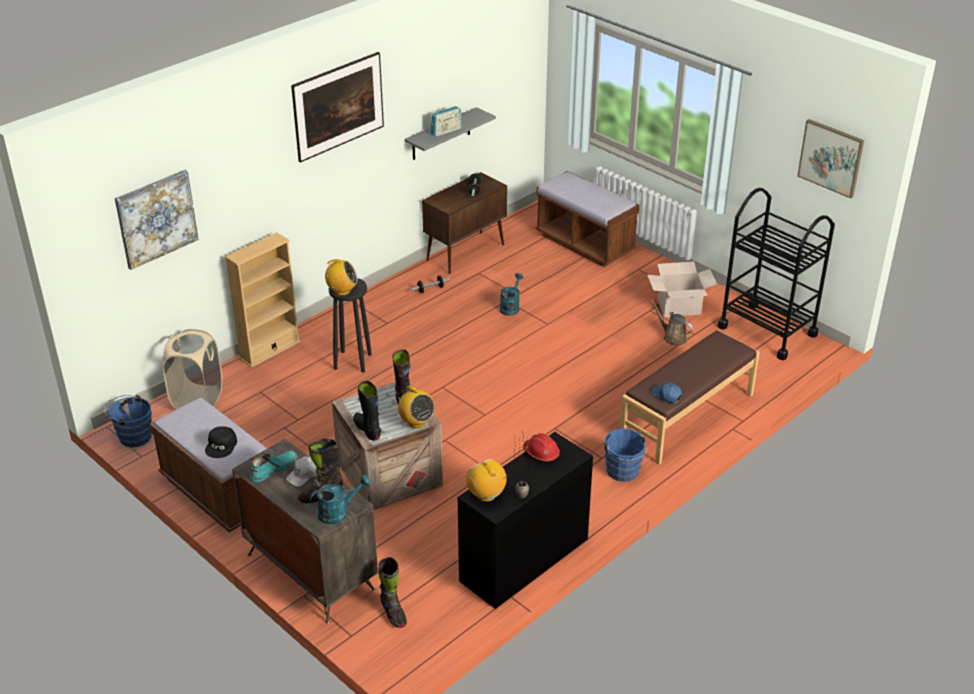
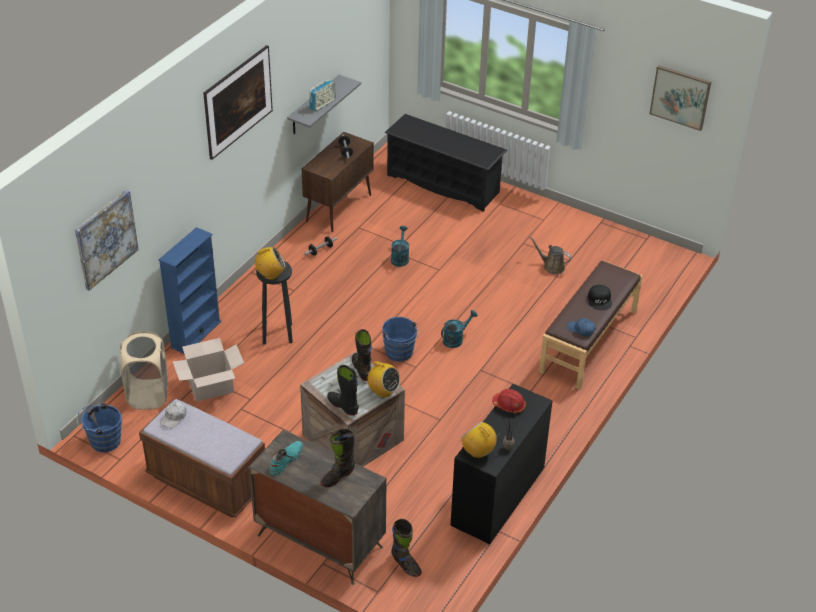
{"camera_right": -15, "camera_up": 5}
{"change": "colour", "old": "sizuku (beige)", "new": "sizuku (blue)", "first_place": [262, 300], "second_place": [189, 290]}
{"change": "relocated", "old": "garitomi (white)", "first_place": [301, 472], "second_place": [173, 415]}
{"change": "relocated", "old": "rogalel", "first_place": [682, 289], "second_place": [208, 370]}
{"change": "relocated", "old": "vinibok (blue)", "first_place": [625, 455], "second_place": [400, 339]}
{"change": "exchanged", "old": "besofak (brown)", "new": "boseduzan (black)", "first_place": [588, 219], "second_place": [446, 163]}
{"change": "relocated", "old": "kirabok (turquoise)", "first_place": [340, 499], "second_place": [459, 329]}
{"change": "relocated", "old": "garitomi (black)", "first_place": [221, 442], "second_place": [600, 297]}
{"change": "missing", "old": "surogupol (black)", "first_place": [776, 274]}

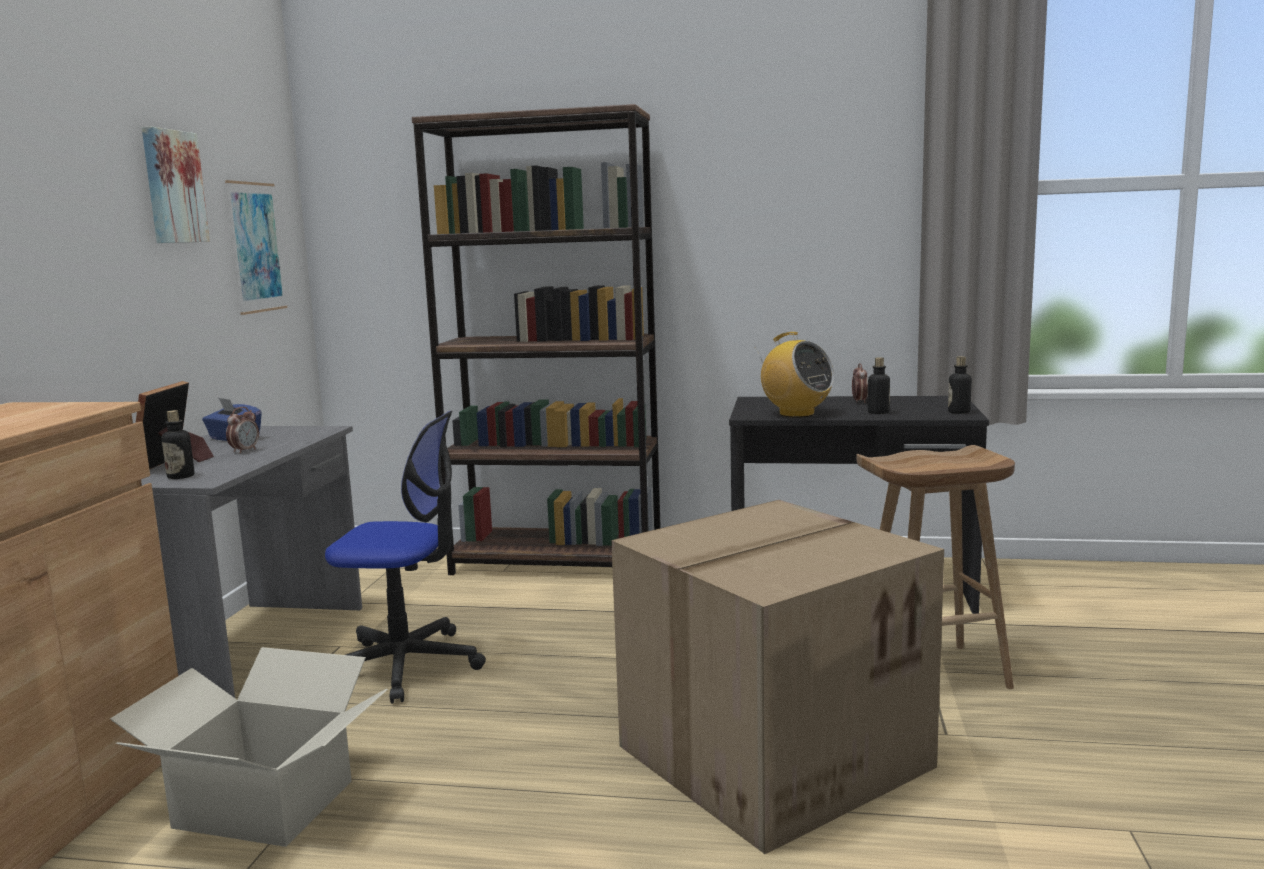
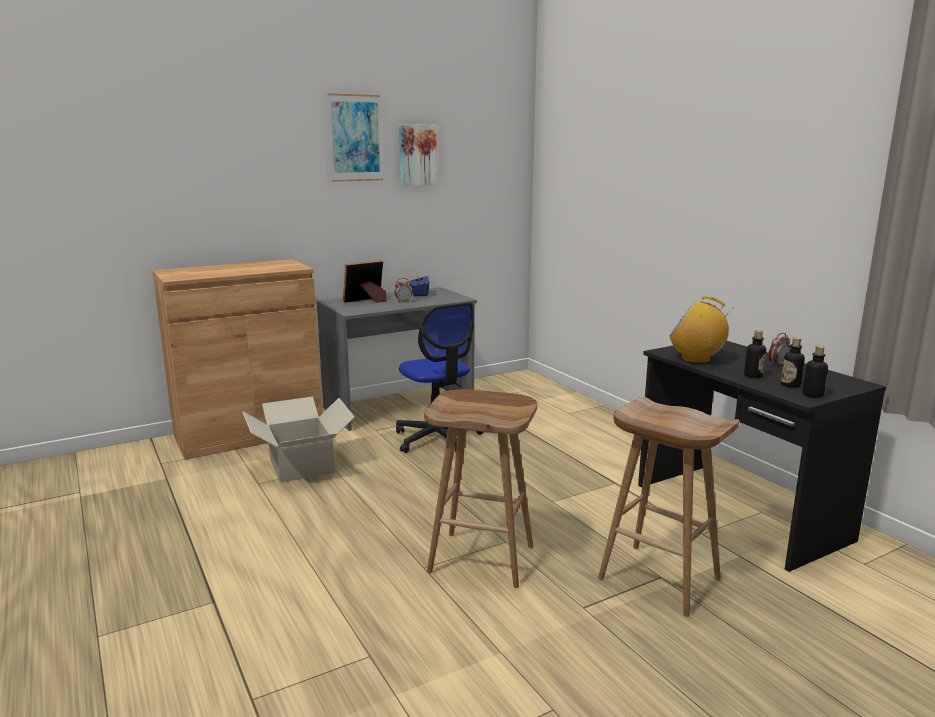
{"camera_right": 50, "camera_up": 5}
{"change": "relocated", "old": "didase", "first_place": [256, 247], "second_place": [355, 137]}
{"change": "exchanged", "old": "rogalel", "new": "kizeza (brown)", "first_place": [777, 677], "second_place": [480, 488]}
{"change": "spun", "old": "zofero", "first_place": [794, 375], "second_place": [699, 330], "degrees": 105}
{"change": "relocated", "old": "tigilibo", "first_place": [178, 444], "second_place": [793, 363]}
{"change": "missing", "old": "sizuku (brown)", "first_place": [536, 339]}

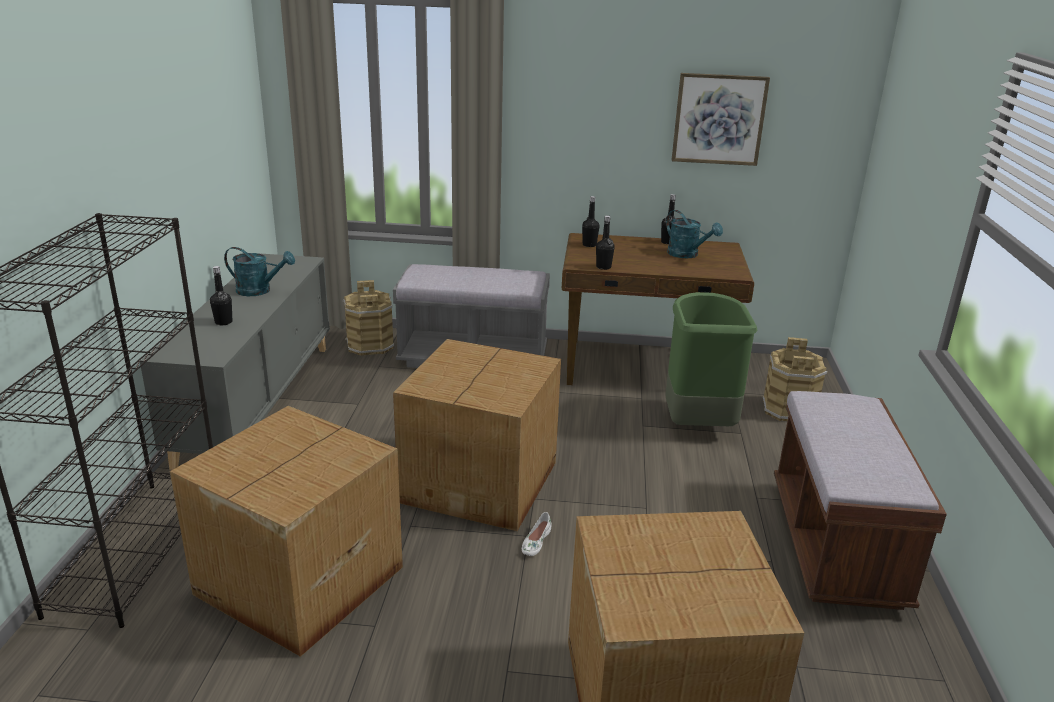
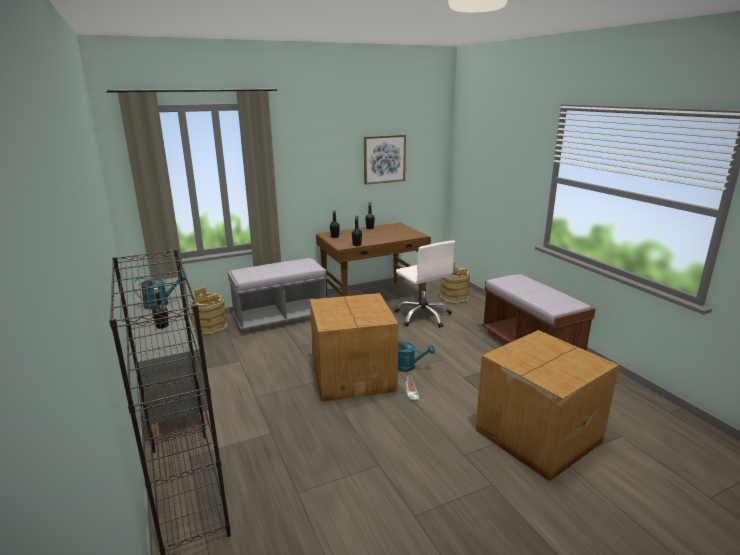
{"camera_right": -30, "camera_up": -5}
{"change": "exchanged", "old": "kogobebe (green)", "new": "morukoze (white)", "first_place": [712, 359], "second_place": [425, 284]}
{"change": "relocated", "old": "kirabok (turquoise)", "first_place": [694, 234], "second_place": [416, 356]}
{"change": "missing", "old": "rogalel", "first_place": [286, 531]}

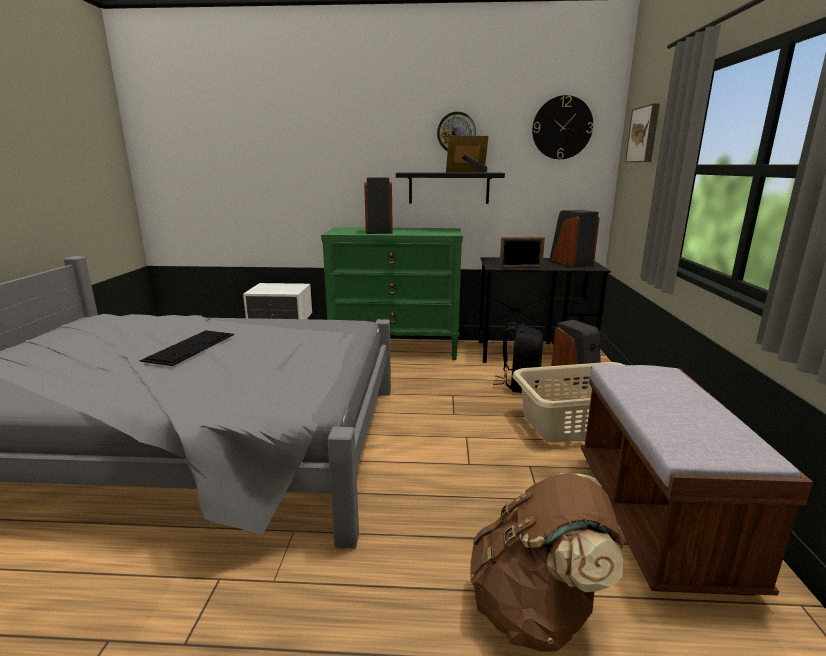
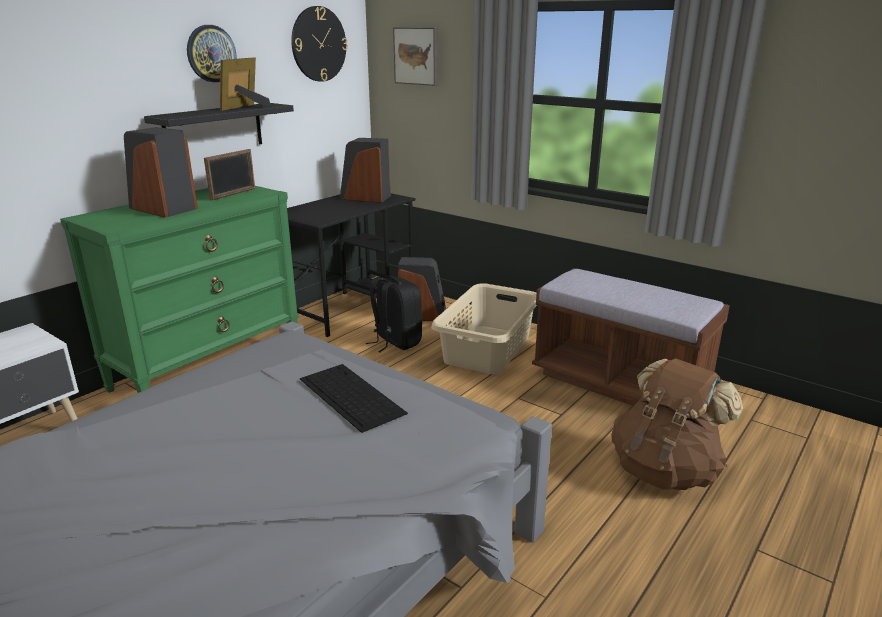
{"camera_right": -55, "camera_up": 5}
{"change": "relocated", "old": "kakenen", "first_place": [522, 252], "second_place": [229, 175]}
{"change": "relocated", "old": "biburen", "first_place": [187, 348], "second_place": [354, 398]}

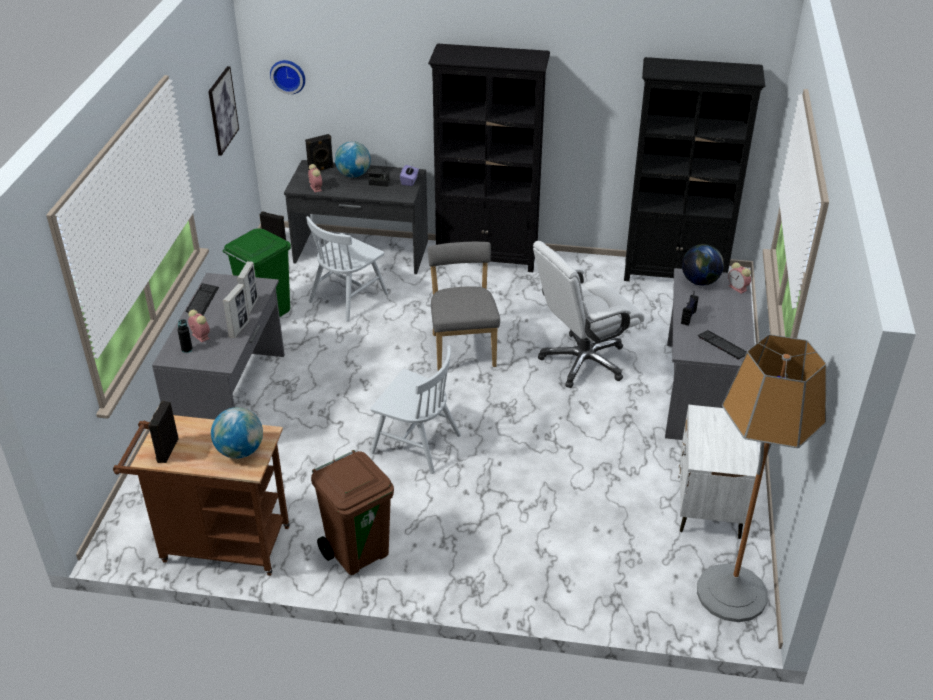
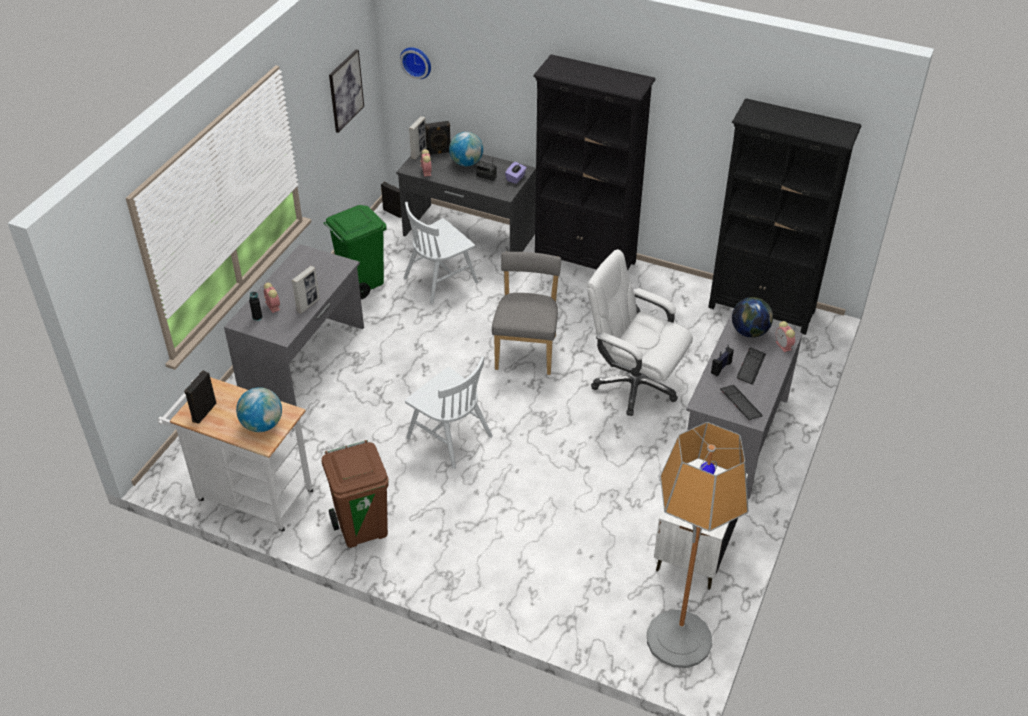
{"camera_right": 15, "camera_up": 5}
{"change": "colour", "old": "surogupol (brown)", "new": "surogupol (white)", "first_place": [201, 495], "second_place": [236, 455]}
{"change": "relocated", "old": "kakenen", "first_place": [248, 287], "second_place": [417, 137]}
{"change": "spun", "old": "morukoze (white)", "first_place": [589, 314], "second_place": [640, 332], "degrees": 45}
{"change": "relocated", "old": "biburen", "first_place": [202, 299], "second_place": [751, 366]}

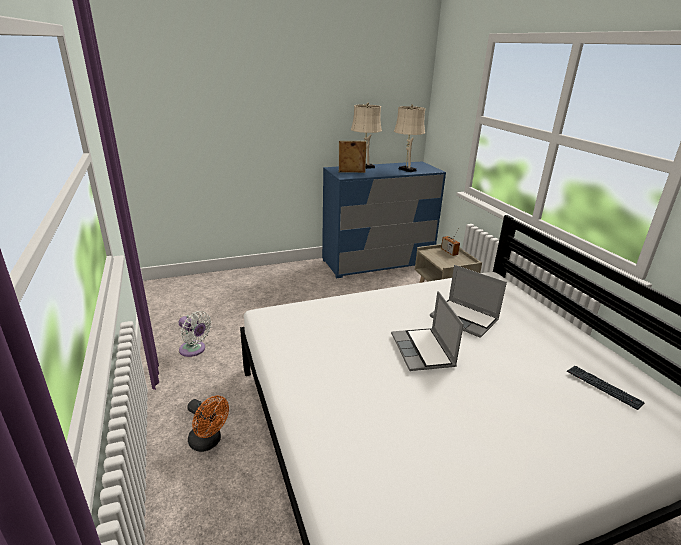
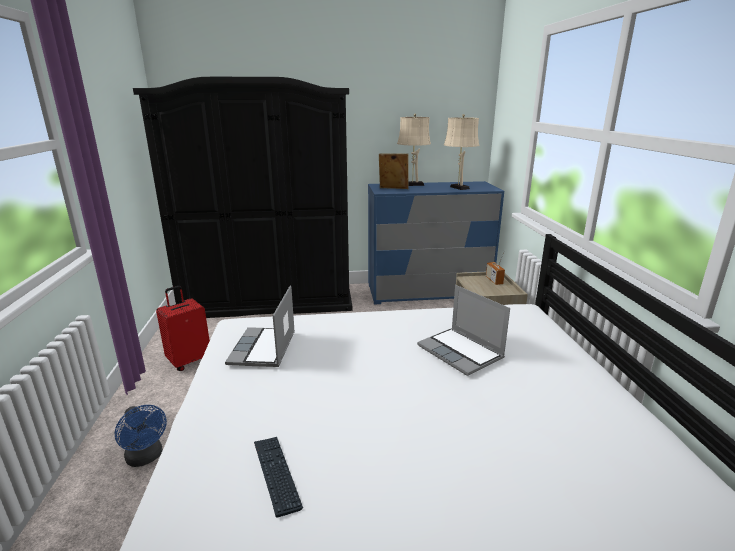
{"camera_right": 15, "camera_up": -5}
{"change": "colour", "old": "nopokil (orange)", "new": "nopokil (blue)", "first_place": [208, 424], "second_place": [141, 436]}
{"change": "appeared", "new": "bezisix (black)", "second_place": [242, 197]}
{"change": "exchanged", "old": "nopokil (white)", "new": "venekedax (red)", "first_place": [195, 334], "second_place": [183, 328]}
{"change": "relocated", "old": "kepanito", "first_place": [427, 331], "second_place": [260, 326]}
{"change": "relocated", "old": "biburen", "first_place": [606, 388], "second_place": [278, 477]}

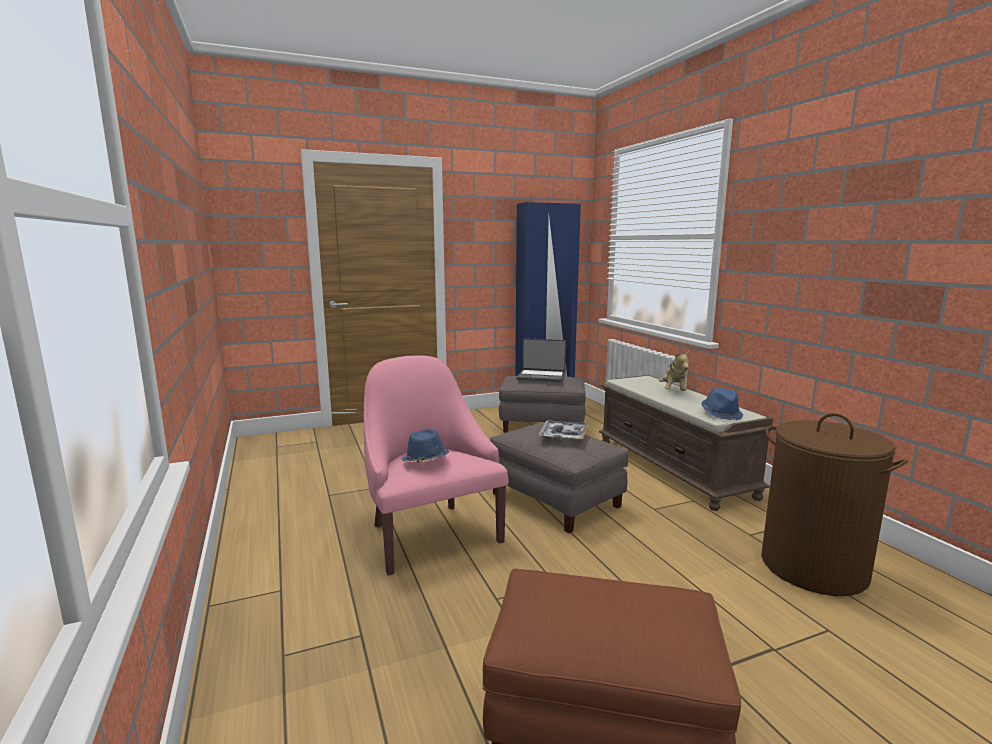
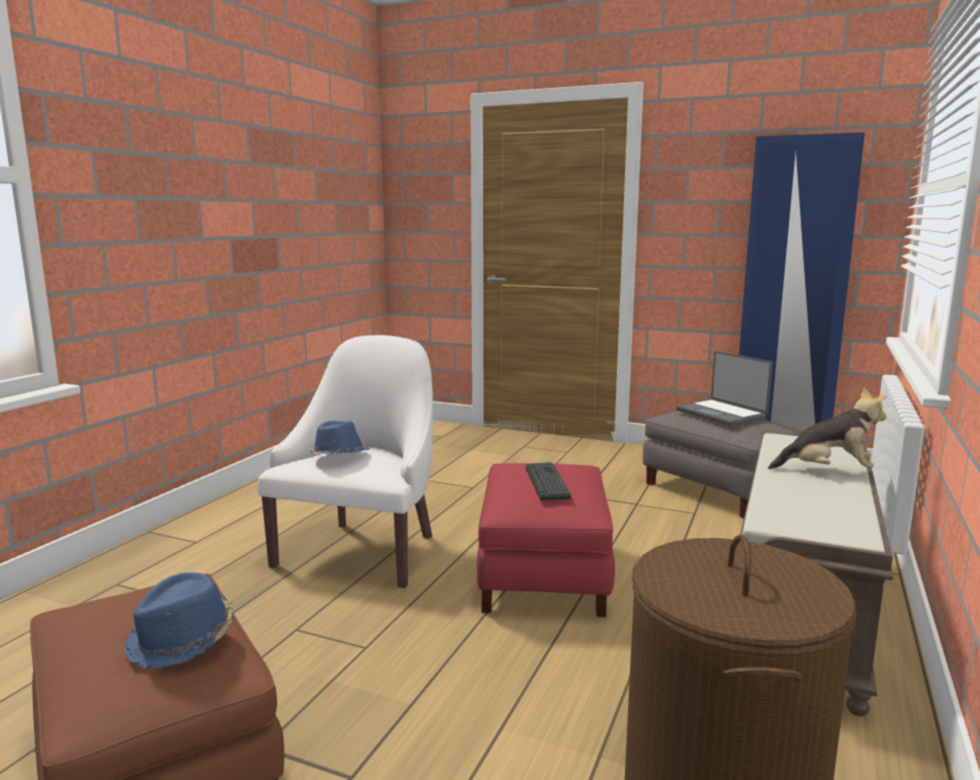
{"camera_right": 45, "camera_up": 0}
{"change": "relocated", "old": "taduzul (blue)", "first_place": [722, 403], "second_place": [178, 620]}
{"change": "colour", "old": "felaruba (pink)", "new": "felaruba (white)", "first_place": [436, 465], "second_place": [345, 461]}
{"change": "colour", "old": "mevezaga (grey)", "new": "mevezaga (red)", "first_place": [559, 477], "second_place": [546, 540]}
{"change": "exchanged", "old": "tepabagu", "new": "biburen", "first_place": [563, 430], "second_place": [548, 481]}
{"change": "spun", "old": "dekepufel", "first_place": [674, 371], "second_place": [827, 428], "degrees": -135}

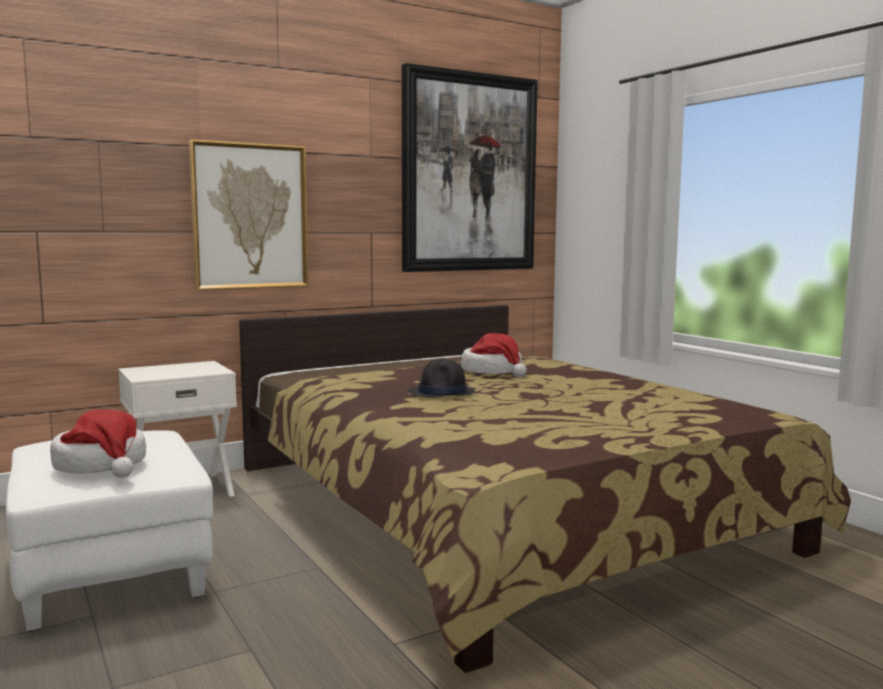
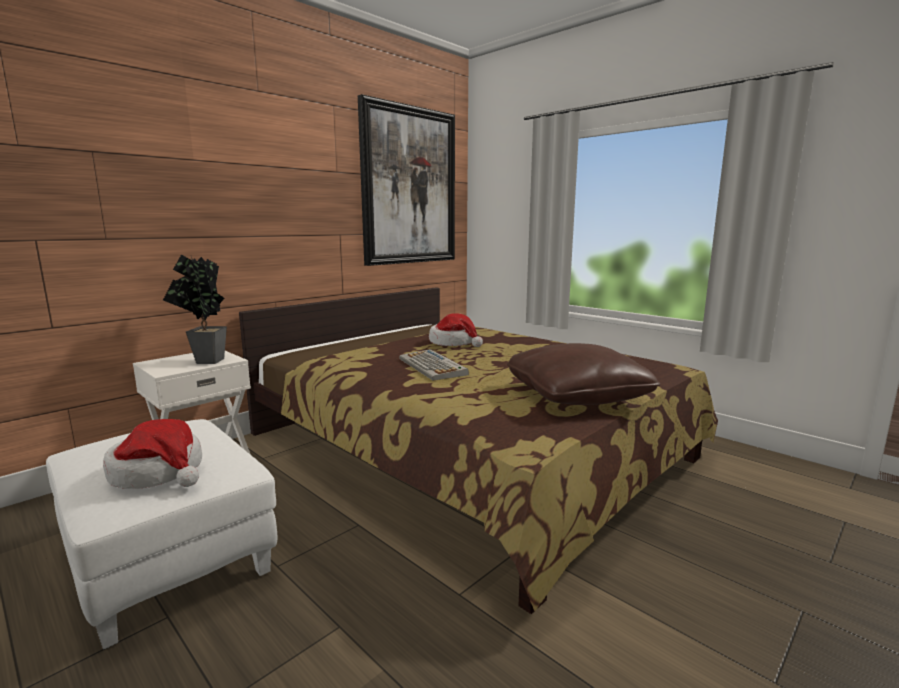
{"camera_right": -15, "camera_up": 5}
{"change": "appeared", "new": "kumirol", "second_place": [195, 309]}
{"change": "exchanged", "old": "taduzul (black)", "new": "biburen", "first_place": [441, 378], "second_place": [434, 364]}
{"change": "appeared", "new": "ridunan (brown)", "second_place": [584, 374]}
{"change": "missing", "old": "didase", "first_place": [249, 215]}

